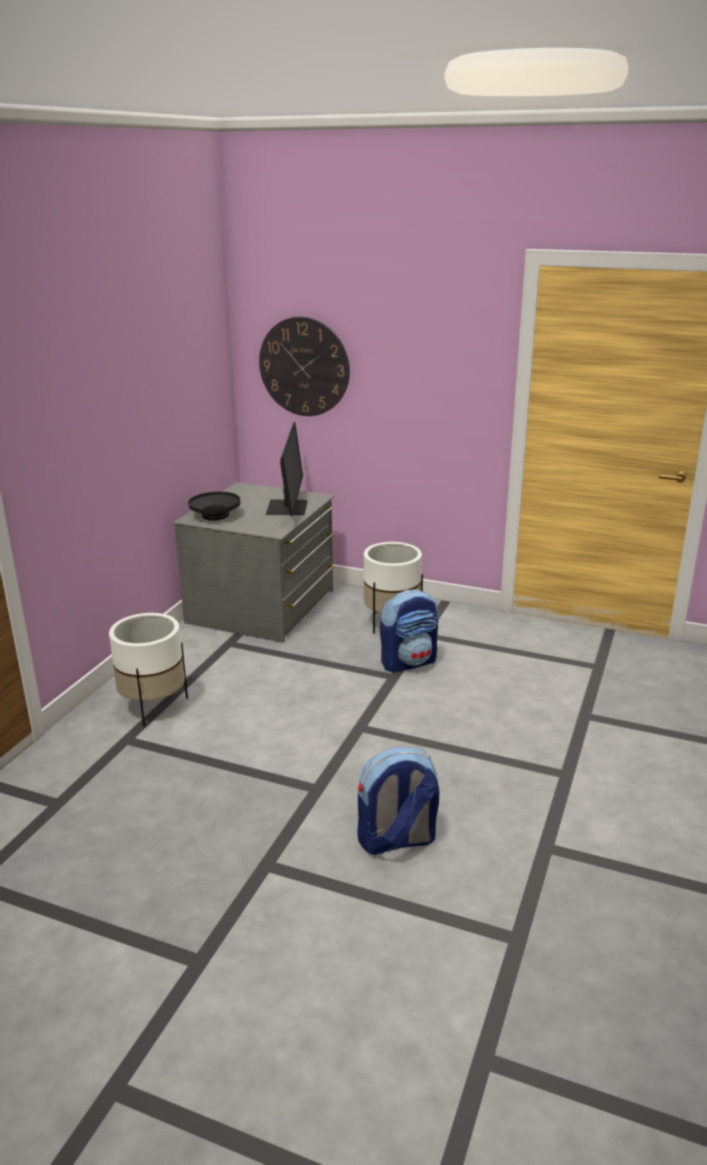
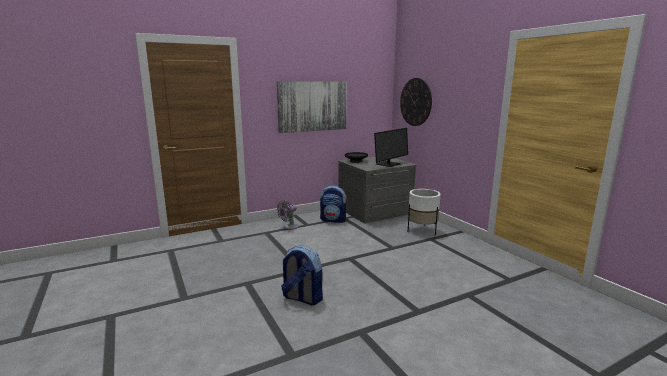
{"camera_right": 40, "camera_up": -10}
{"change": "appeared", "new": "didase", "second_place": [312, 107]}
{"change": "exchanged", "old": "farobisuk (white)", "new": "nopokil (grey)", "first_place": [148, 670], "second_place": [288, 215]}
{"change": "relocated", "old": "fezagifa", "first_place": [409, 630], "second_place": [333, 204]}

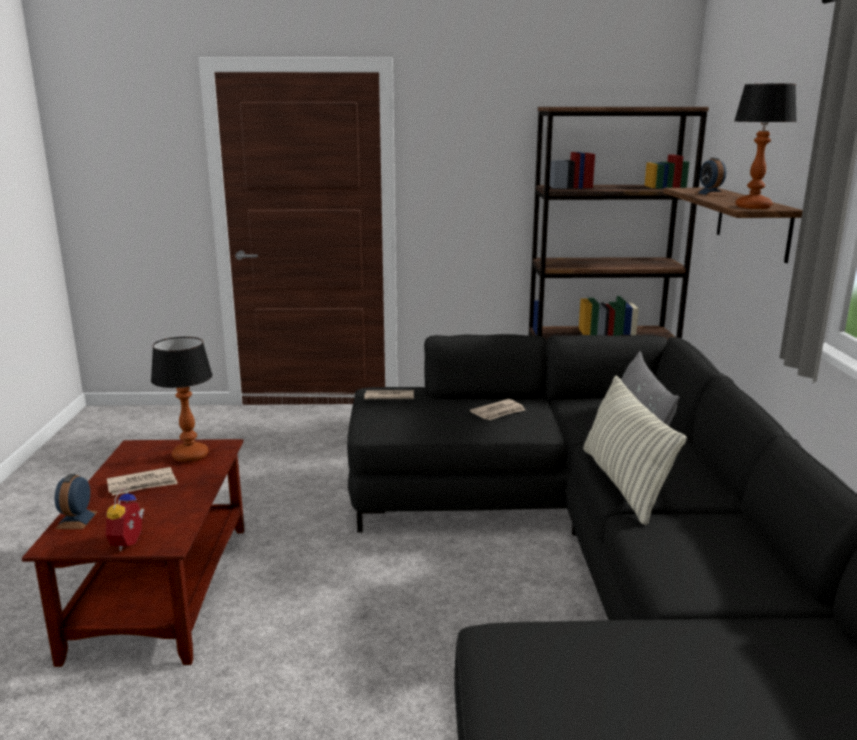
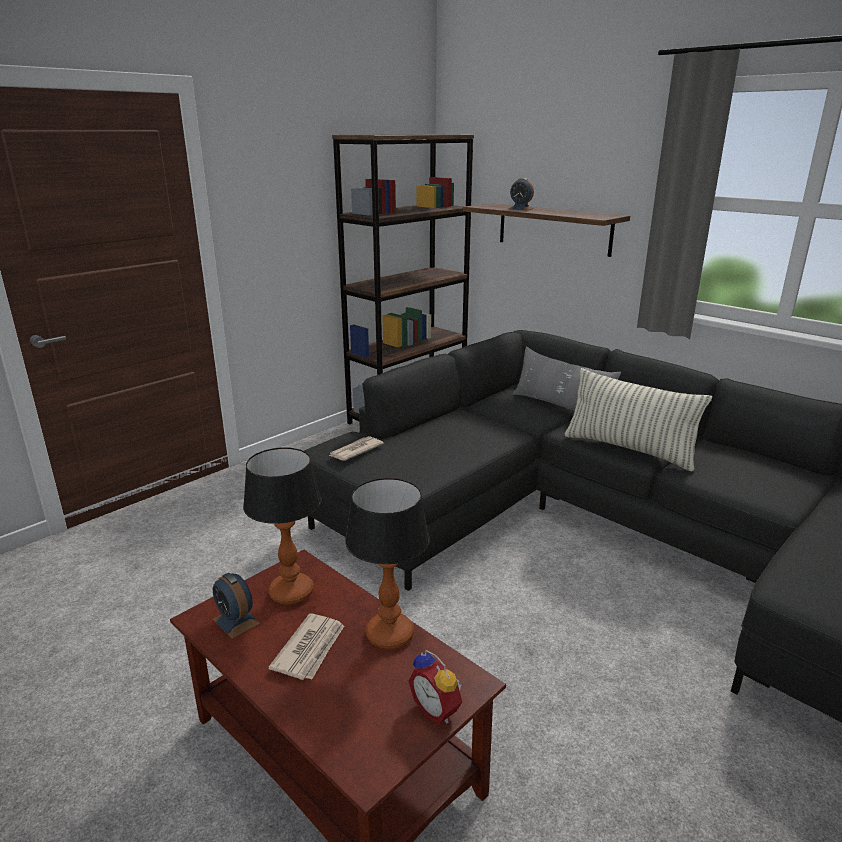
{"camera_right": -45, "camera_up": 5}
{"change": "relocated", "old": "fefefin", "first_place": [76, 501], "second_place": [236, 606]}
{"change": "relocated", "old": "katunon", "first_place": [765, 146], "second_place": [387, 563]}
{"change": "missing", "old": "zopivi", "first_place": [497, 409]}

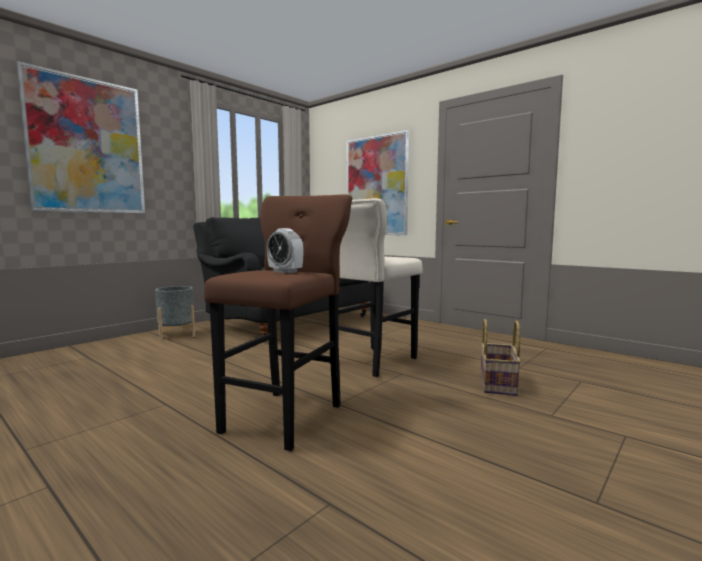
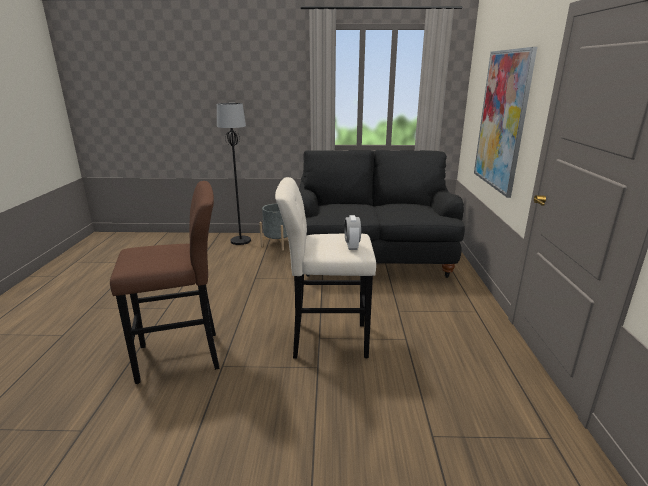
{"camera_right": 50, "camera_up": 15}
{"change": "appeared", "new": "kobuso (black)", "second_place": [234, 174]}
{"change": "relocated", "old": "fefefin", "first_place": [285, 250], "second_place": [352, 232]}
{"change": "missing", "old": "didase", "first_place": [81, 137]}
{"change": "missing", "old": "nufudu", "first_place": [501, 357]}

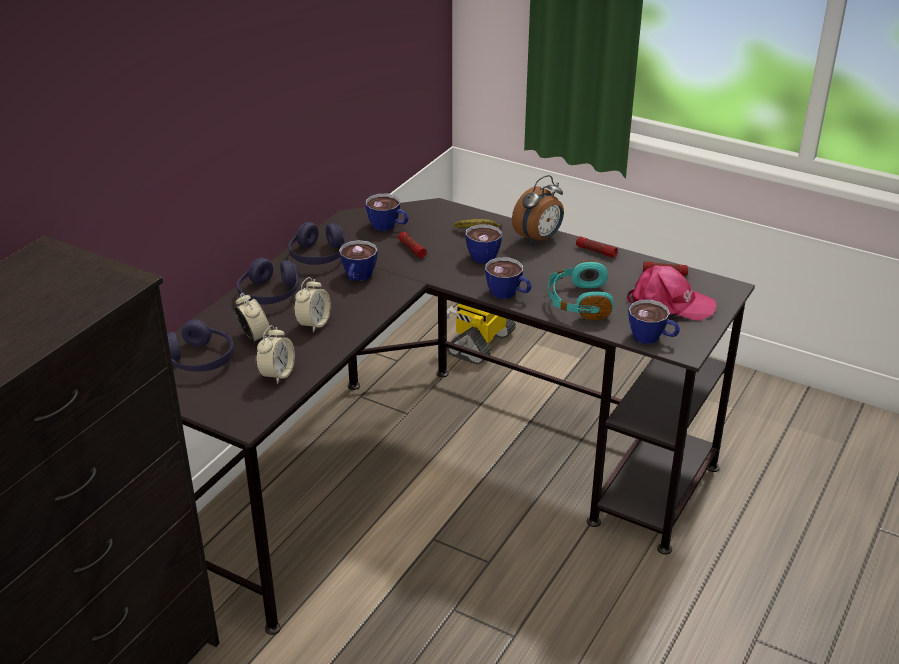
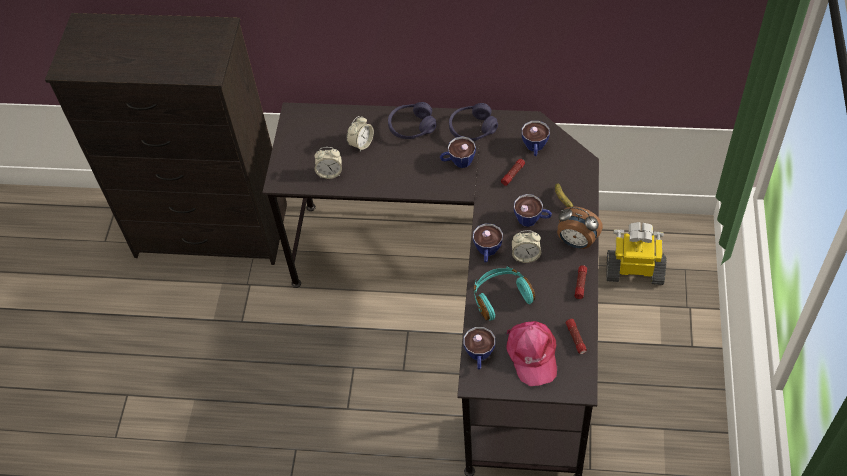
{"camera_right": 70, "camera_up": 20}
{"change": "relocated", "old": "fefefin", "first_place": [312, 305], "second_place": [526, 246]}
{"change": "missing", "old": "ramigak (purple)", "first_place": [200, 345]}

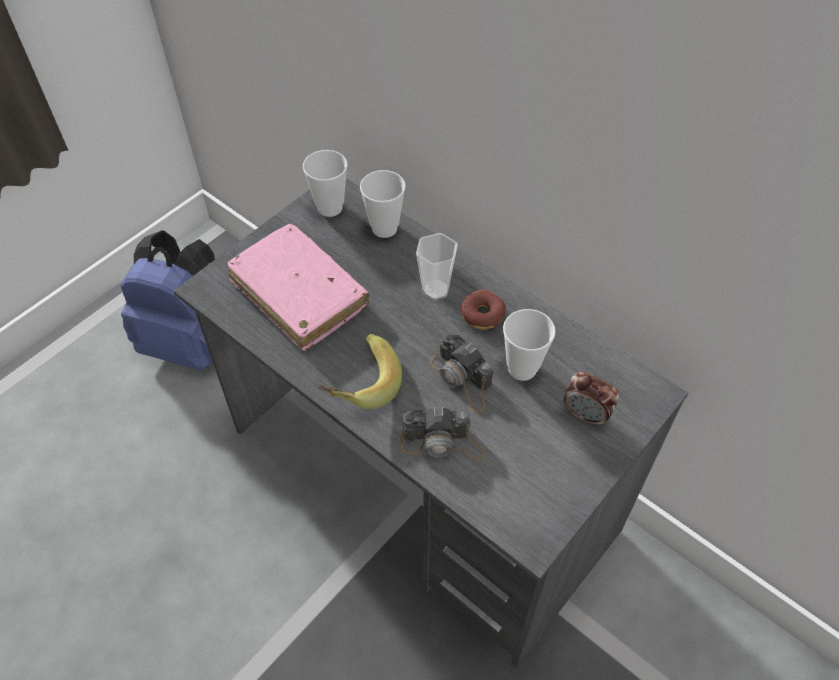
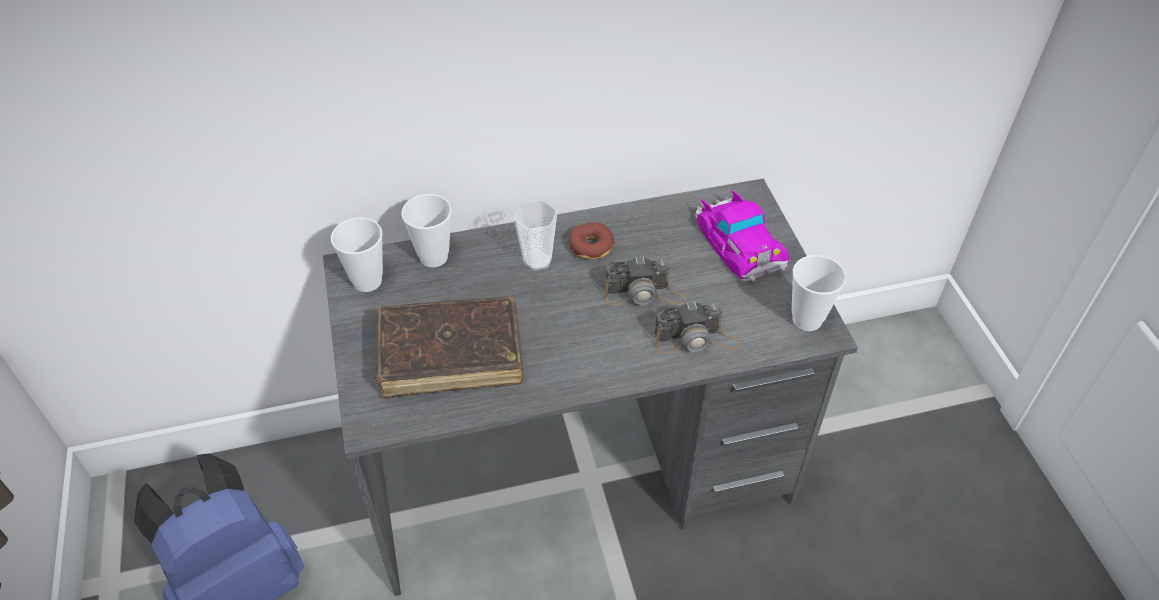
{"camera_right": -55, "camera_up": -5}
{"change": "colour", "old": "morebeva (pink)", "new": "morebeva (brown)", "first_place": [298, 287], "second_place": [449, 347]}
{"change": "spun", "old": "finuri", "first_place": [442, 433], "second_place": [697, 327], "degrees": 45}
{"change": "exchanged", "old": "fefefin", "new": "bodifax", "first_place": [592, 399], "second_place": [742, 235]}
{"change": "relocated", "old": "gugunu", "first_place": [529, 345], "second_place": [819, 293]}
{"change": "missing", "old": "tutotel", "first_place": [360, 371]}

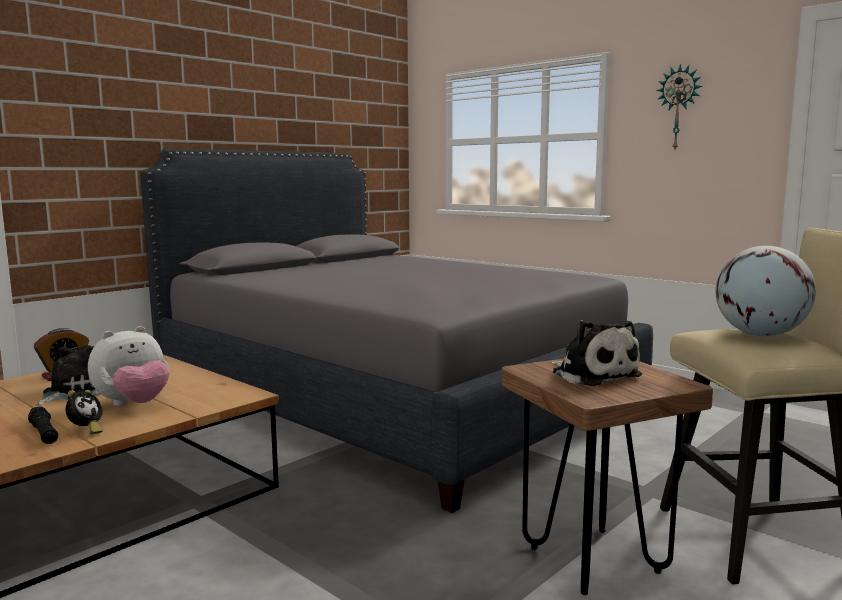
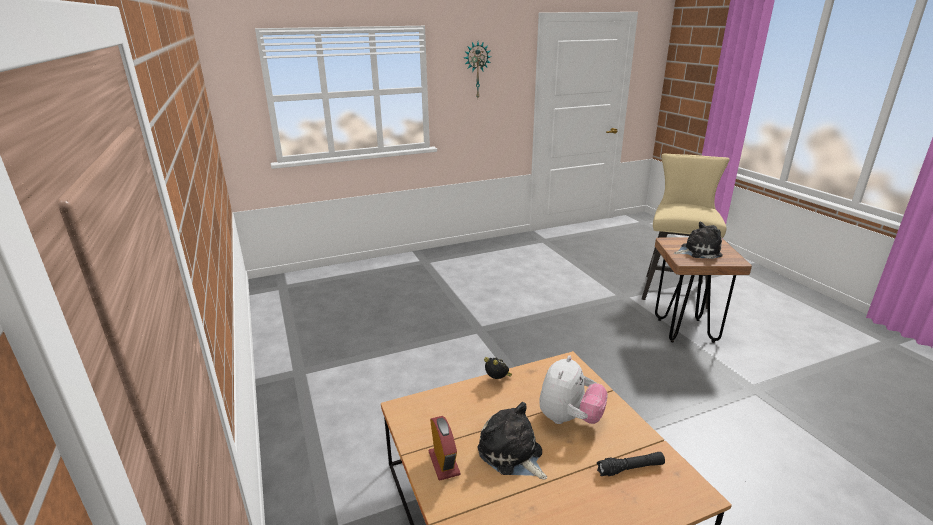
{"camera_right": -65, "camera_up": 15}
{"change": "relocated", "old": "fefefin", "first_place": [84, 412], "second_place": [498, 368]}
{"change": "spun", "old": "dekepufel", "first_place": [129, 366], "second_place": [573, 389], "degrees": 45}
{"change": "missing", "old": "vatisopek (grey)", "first_place": [396, 331]}
{"change": "missing", "old": "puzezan", "first_place": [765, 291]}

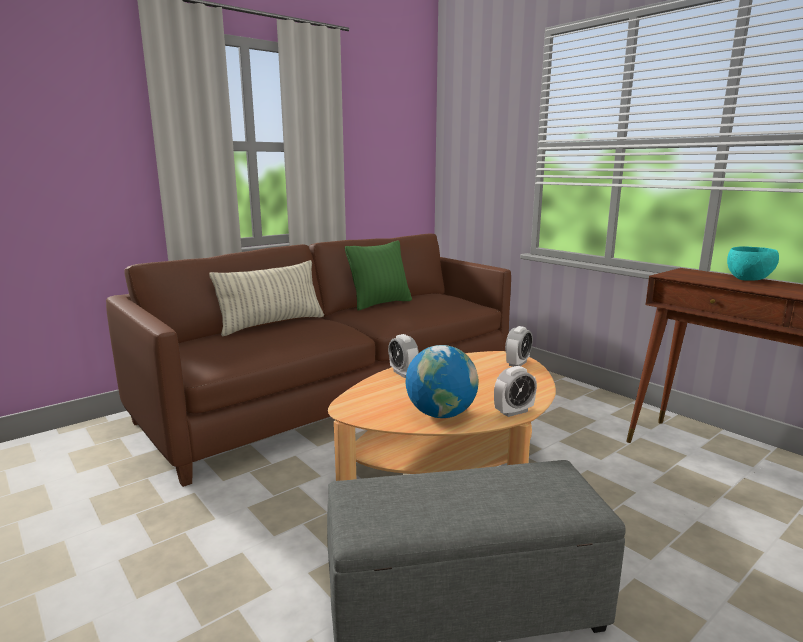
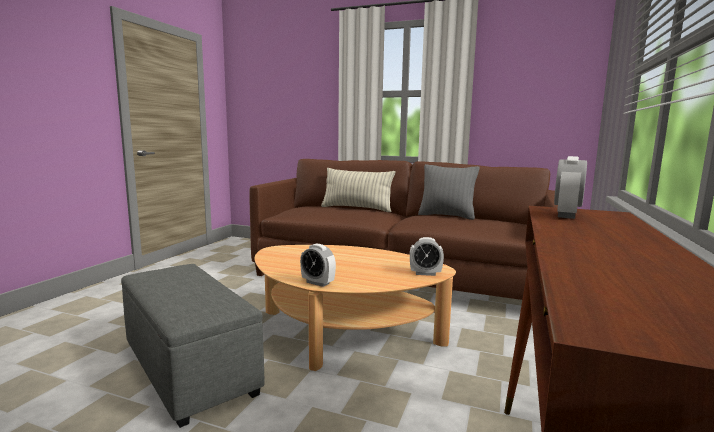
{"camera_right": 60, "camera_up": -5}
{"change": "colour", "old": "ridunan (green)", "new": "ridunan (grey)", "first_place": [378, 276], "second_place": [449, 192]}
{"change": "relocated", "old": "fefefin", "first_place": [403, 356], "second_place": [570, 187]}
{"change": "missing", "old": "puzezan", "first_place": [442, 381]}
{"change": "missing", "old": "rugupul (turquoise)", "first_place": [753, 263]}

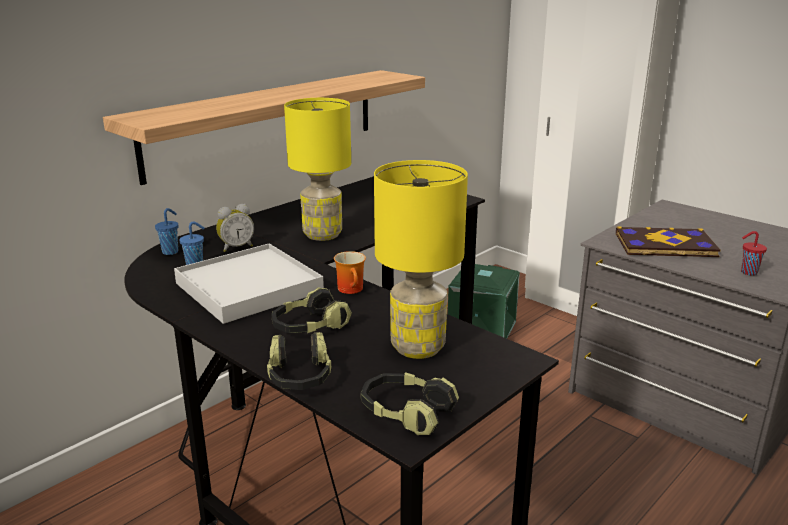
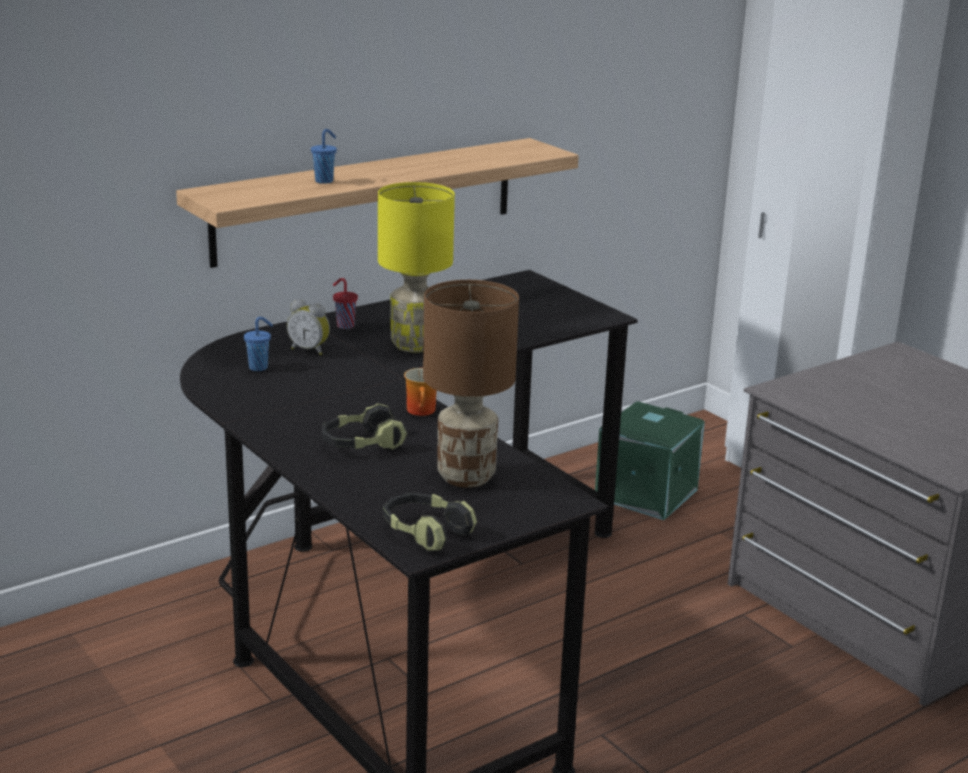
{"camera_right": 10, "camera_up": 0}
{"change": "spun", "old": "fefefin", "first_place": [235, 228], "second_place": [308, 327], "degrees": 45}
{"change": "relocated", "old": "gugunu (blue)", "first_place": [166, 231], "second_place": [324, 156]}
{"change": "relocated", "old": "gugunu (red)", "first_place": [754, 253], "second_place": [345, 303]}
{"change": "colour", "old": "katunon (yellow)", "new": "katunon (brown)", "first_place": [421, 259], "second_place": [471, 384]}
{"change": "missing", "old": "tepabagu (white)", "first_place": [249, 283]}
{"change": "missing", "old": "ramigak", "first_place": [299, 361]}
{"change": "missing", "old": "morebeva", "first_place": [668, 241]}

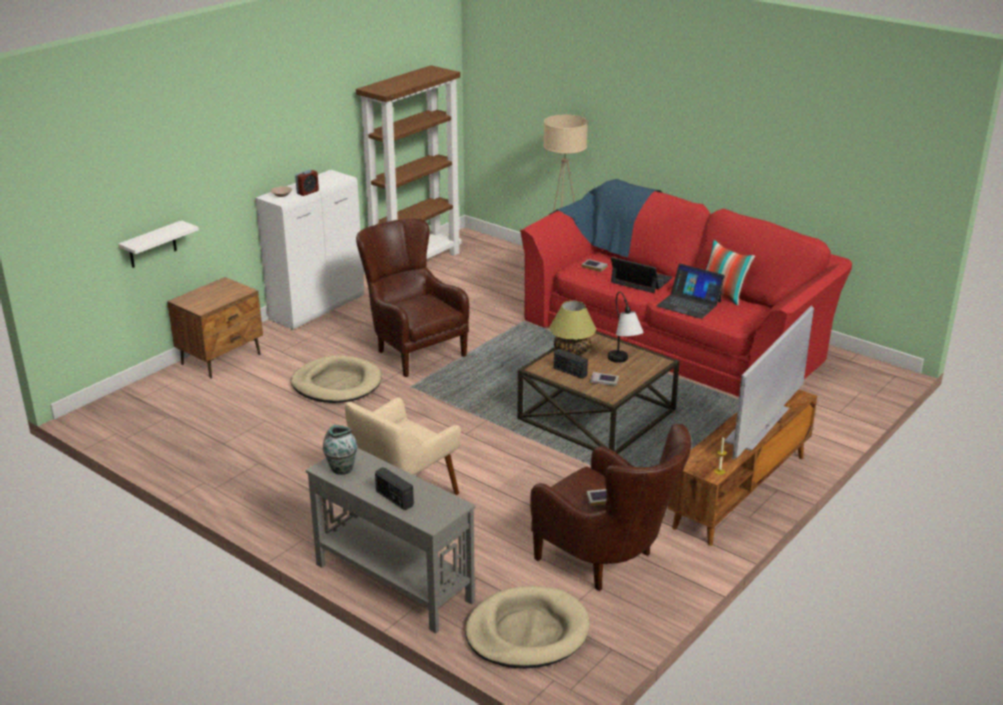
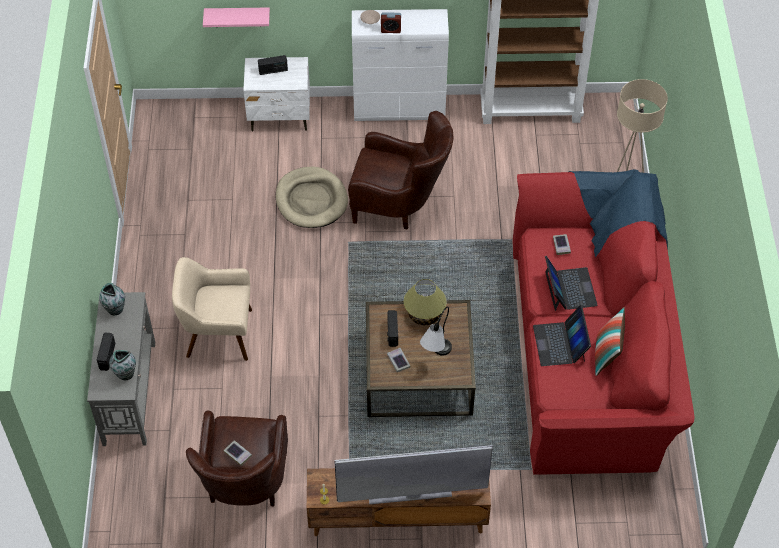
{"camera_right": 50, "camera_up": 25}
{"change": "appeared", "new": "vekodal", "second_place": [122, 365]}
{"change": "colour", "old": "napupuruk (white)", "new": "napupuruk (pink)", "first_place": [158, 244], "second_place": [236, 17]}
{"change": "colour", "old": "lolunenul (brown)", "new": "lolunenul (white)", "first_place": [215, 328], "second_place": [276, 94]}
{"change": "appeared", "new": "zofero", "second_place": [273, 65]}
{"change": "spun", "old": "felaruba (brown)", "first_place": [412, 298], "second_place": [401, 170], "degrees": 90}
{"change": "missing", "old": "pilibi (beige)", "first_place": [527, 627]}

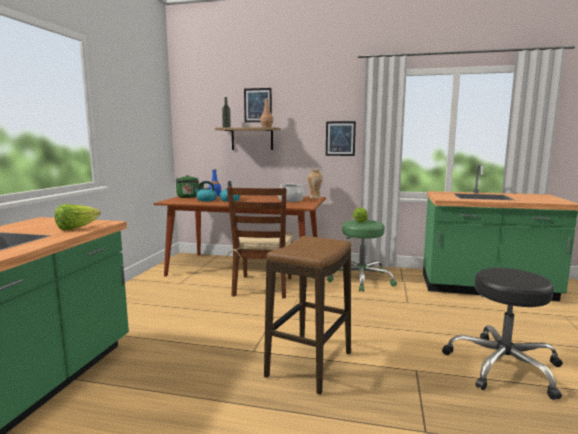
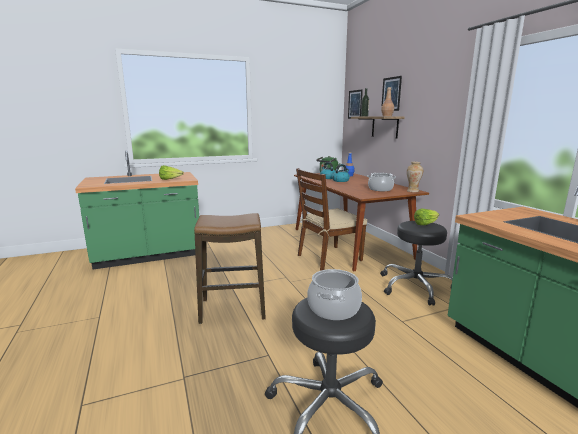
{"camera_right": 55, "camera_up": 5}
{"change": "appeared", "new": "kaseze", "second_place": [334, 294]}
{"change": "relocated", "old": "didase", "first_place": [341, 138], "second_place": [355, 104]}
{"change": "colour", "old": "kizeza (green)", "new": "kizeza (black)", "first_place": [362, 256], "second_place": [416, 263]}

